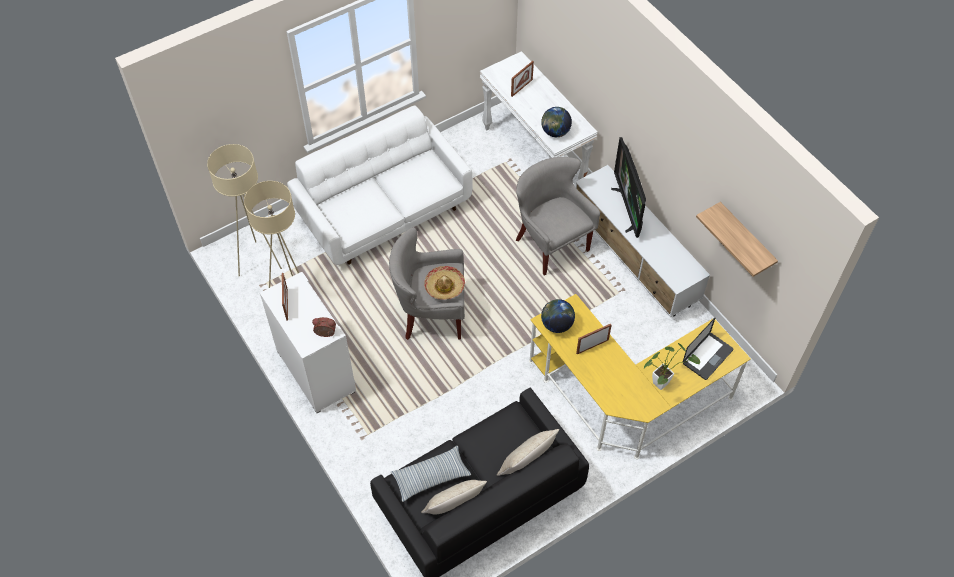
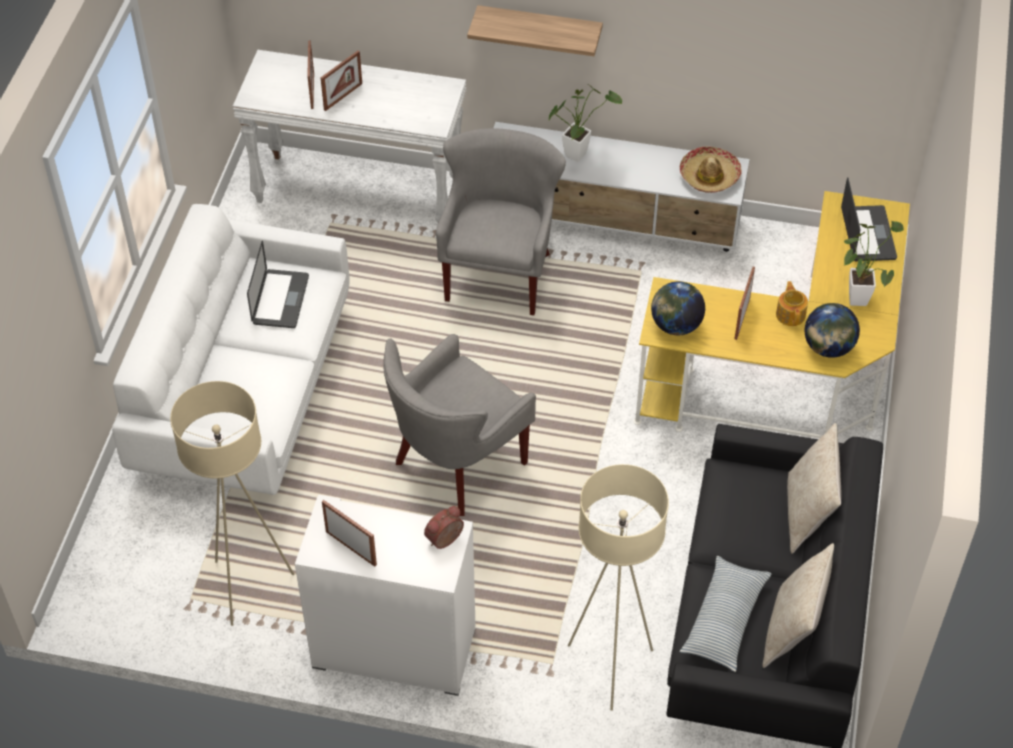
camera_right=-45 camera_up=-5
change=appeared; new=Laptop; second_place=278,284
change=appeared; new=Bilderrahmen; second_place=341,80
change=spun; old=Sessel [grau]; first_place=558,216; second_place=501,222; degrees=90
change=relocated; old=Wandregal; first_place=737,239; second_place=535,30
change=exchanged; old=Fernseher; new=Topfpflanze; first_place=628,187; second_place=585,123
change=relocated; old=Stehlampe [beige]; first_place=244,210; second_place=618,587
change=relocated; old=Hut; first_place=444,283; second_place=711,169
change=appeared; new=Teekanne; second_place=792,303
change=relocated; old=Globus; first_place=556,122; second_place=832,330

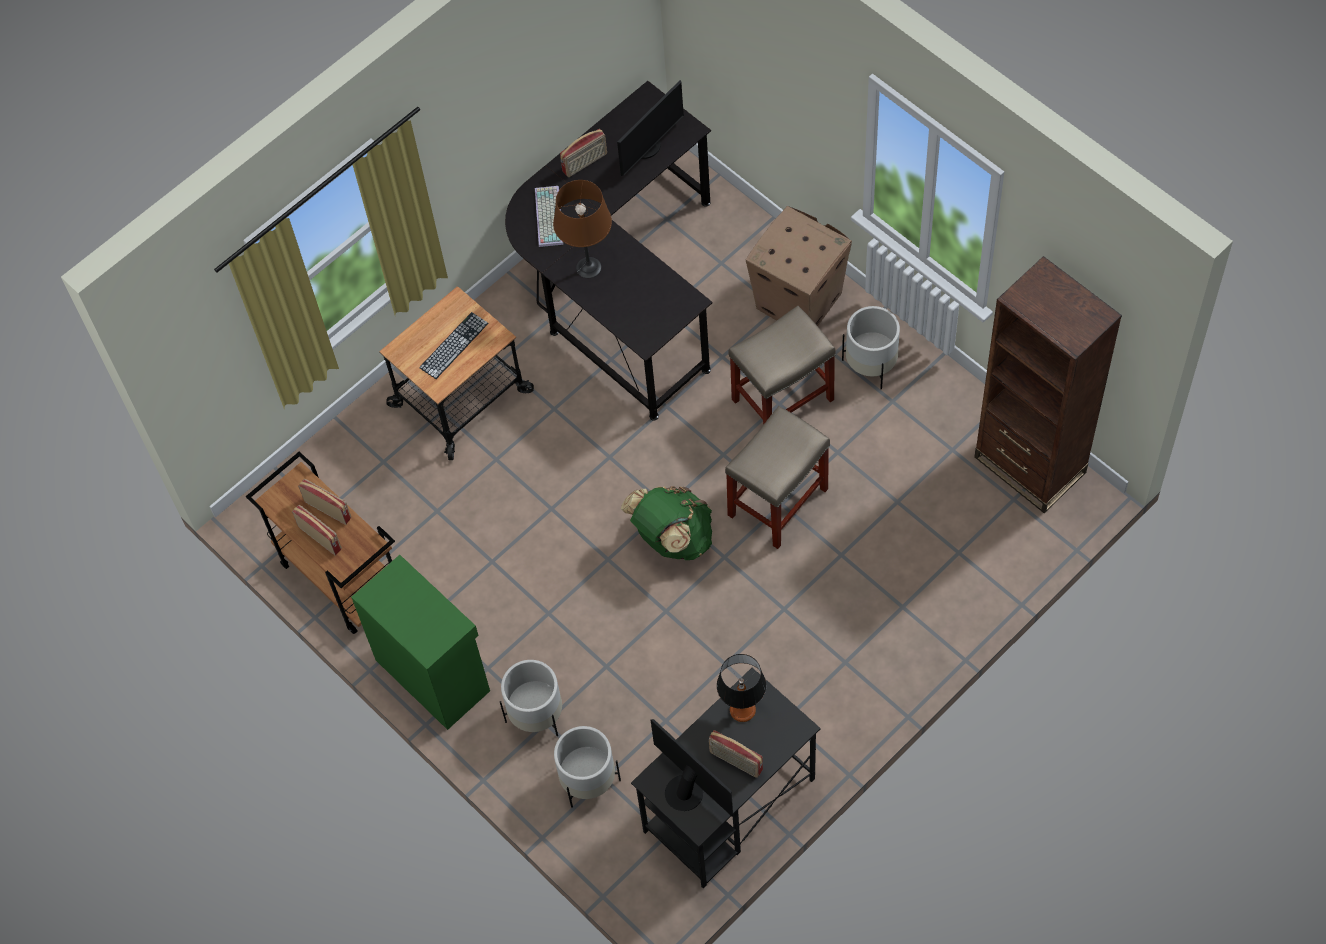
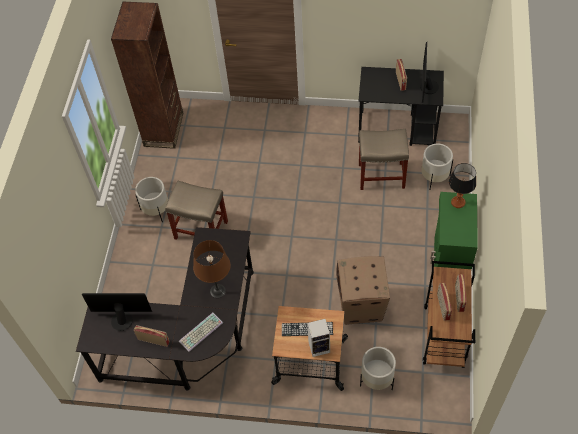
camera_right=-130 camera_up=-5
change=appeared; new=Lautsprecher; second_place=318,338
change=relocated; old=Karton; first_place=799,266; second_place=363,290
change=relocated; old=Hocker [beige]; first_place=777,477; second_place=384,159
change=relocated; old=Pflanzkübel [weiß]; first_place=531,698; second_place=378,368
change=relocated; old=Tischlampe; first_place=741,688; second_place=462,185
change=missing; old=Rucksack [grün]; first_place=666,523

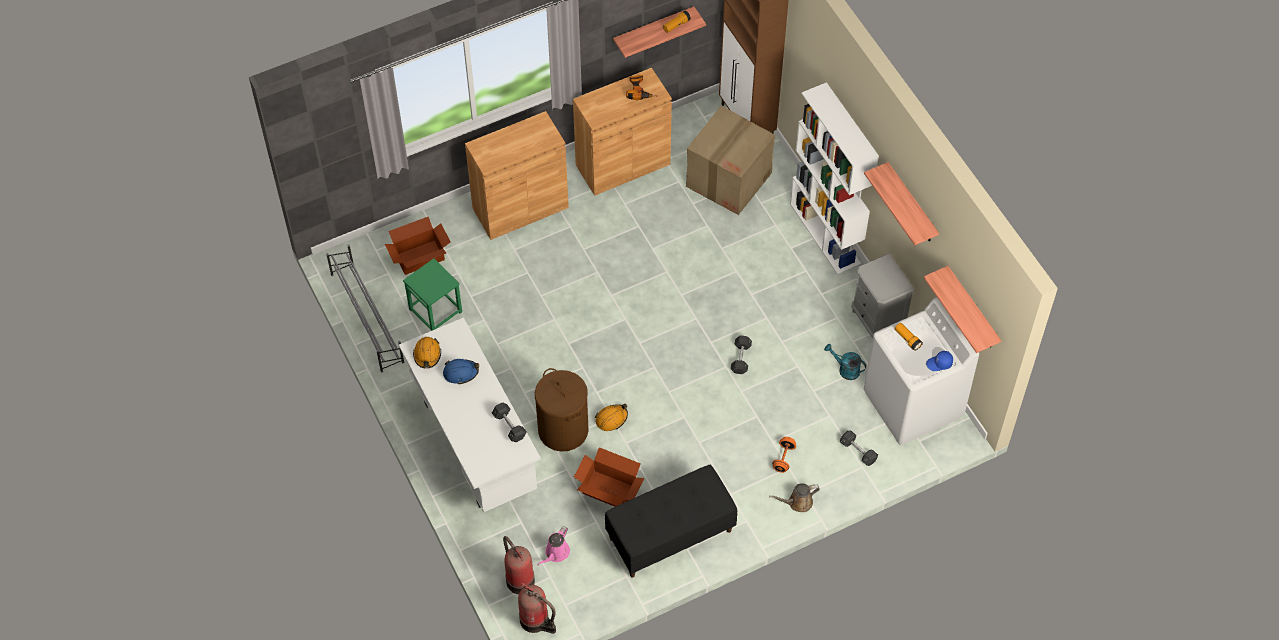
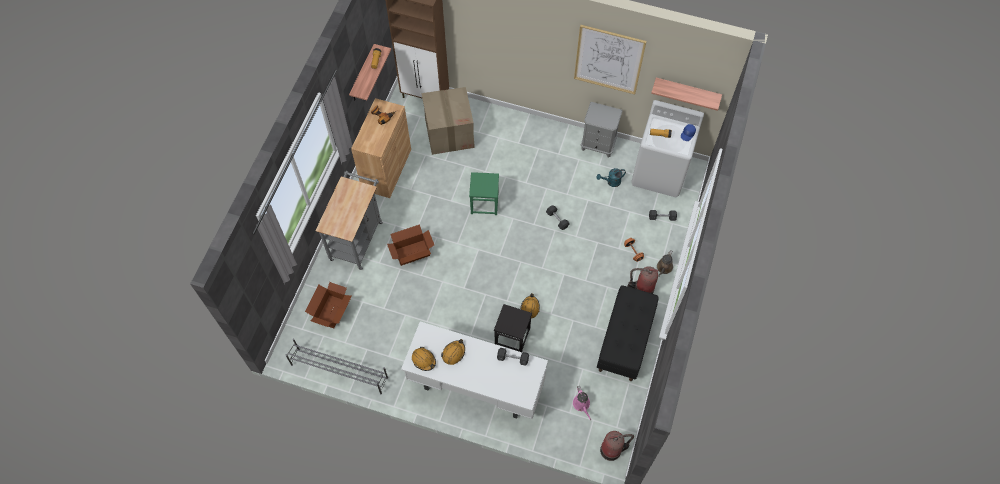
camera_right=-45 camera_up=5
change=exchanged; old=Schrank [braun]; new=Rollwagen [grau]; first_place=517,175; second_place=349,220
change=relocated; old=Karton; first_place=609,476; second_place=410,245
change=colour; old=Schutzhelm [blau]; new=Schutzhelm [orange]; first_place=461,372; second_place=453,352
change=relocated; old=Hocker [grün]; first_place=432,294; second_place=484,193
change=exchanged; old=Wäschekorb [braun]; new=Hocker [schwarz]; first_place=562,410; second_place=513,328
change=exchanged; old=Wandregal; new=Bild; first_place=901,203; second_place=610,59
change=relocated; old=Feuerlöscher; first_place=519,565; second_place=642,280
change=missing; old=Bücherregal [weiß]; first_place=834,178

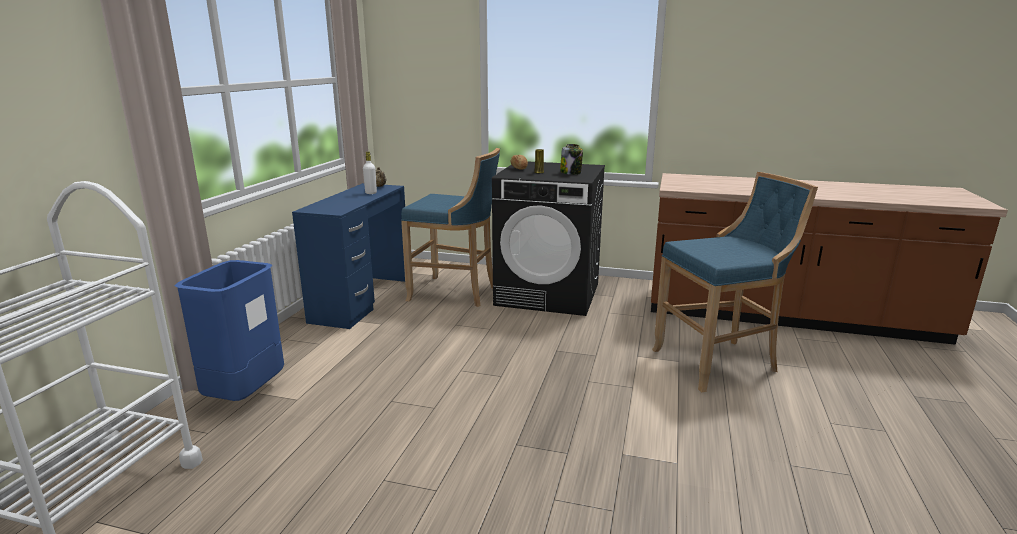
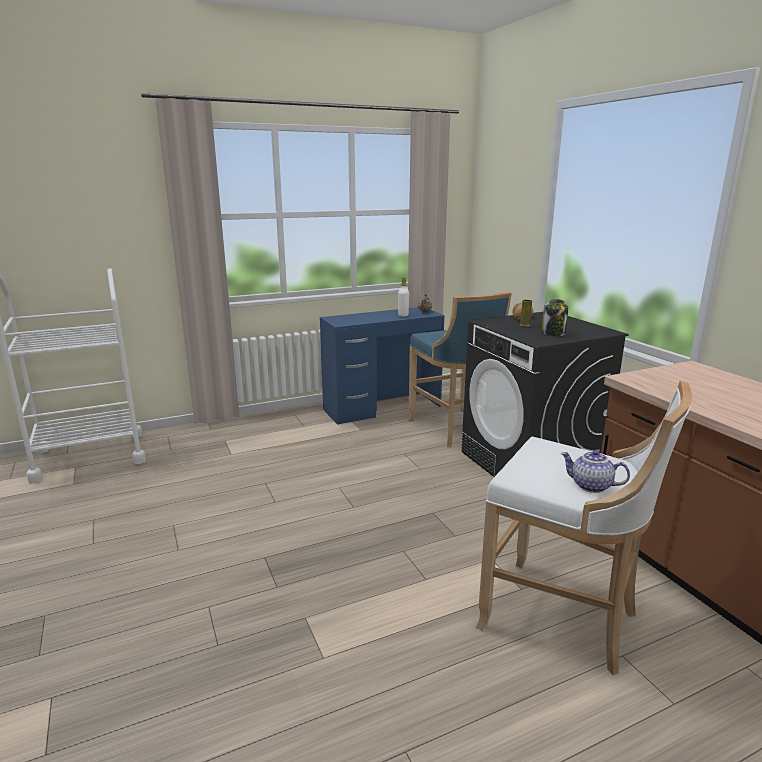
camera_right=50 camera_up=0
change=colour; old=Hocker [blau]; new=Hocker [weiß]; first_place=735,282; second_place=584,528
change=appeared; new=Teekanne; second_place=595,471
change=missing; old=Mülleimer [blau]; first_place=229,330

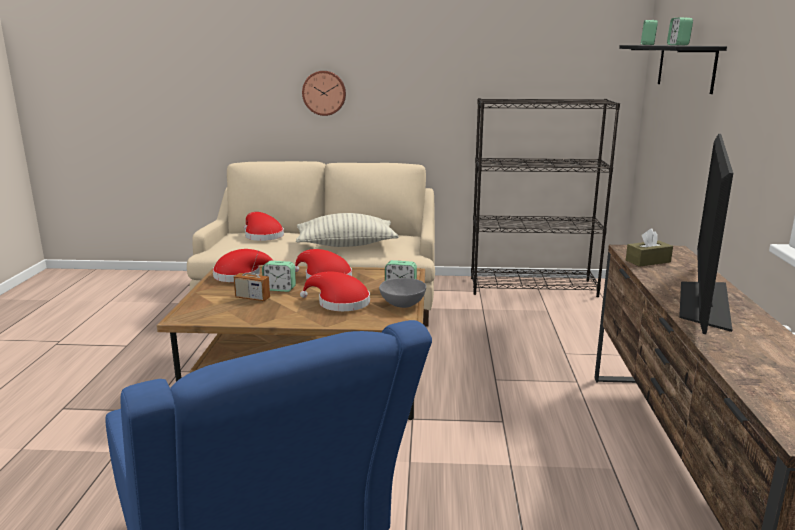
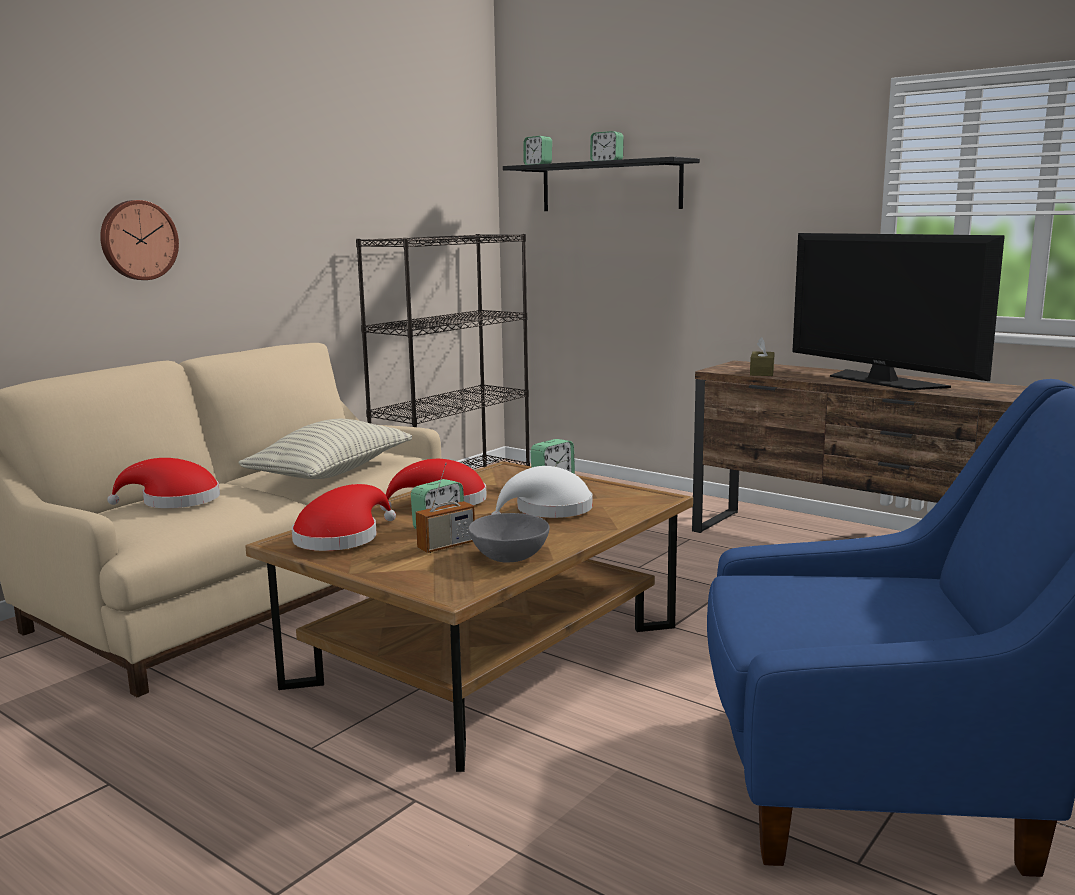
camera_right=-55 camera_up=-5
change=relocated; old=Schüssel [grau]; first_place=402,293; second_place=508,538
change=colour; old=Hut [rot]; new=Hut [weiß]; first_place=335,291; second_place=542,492

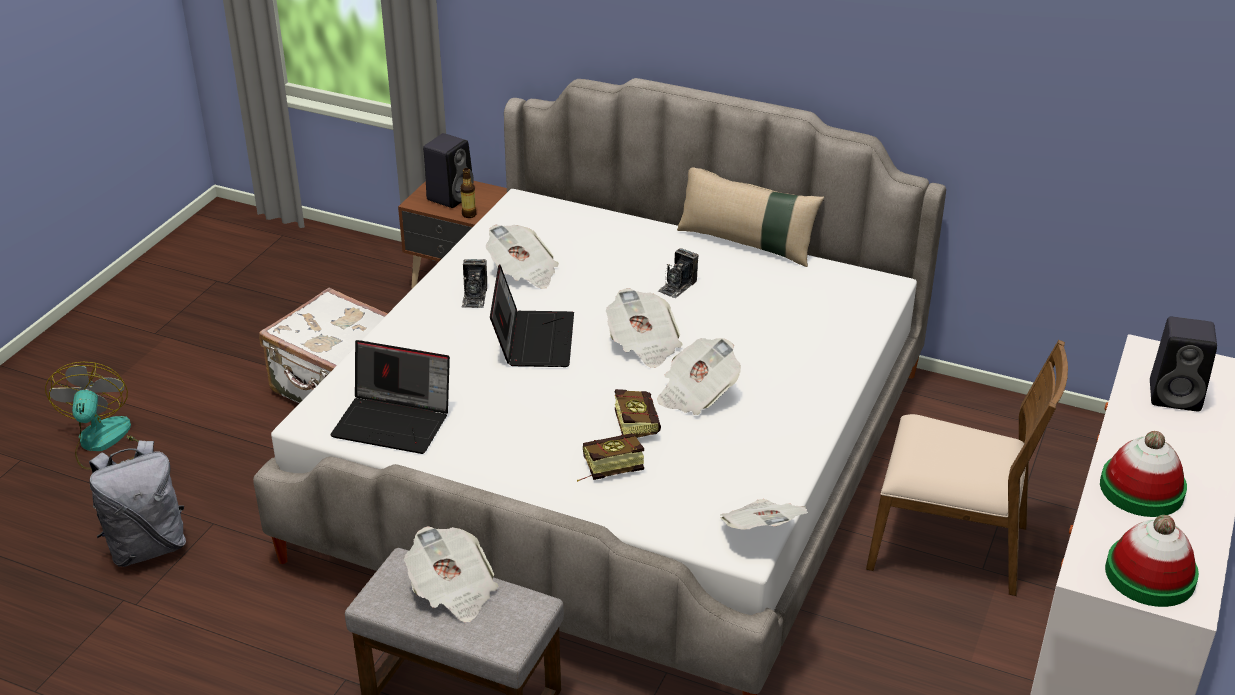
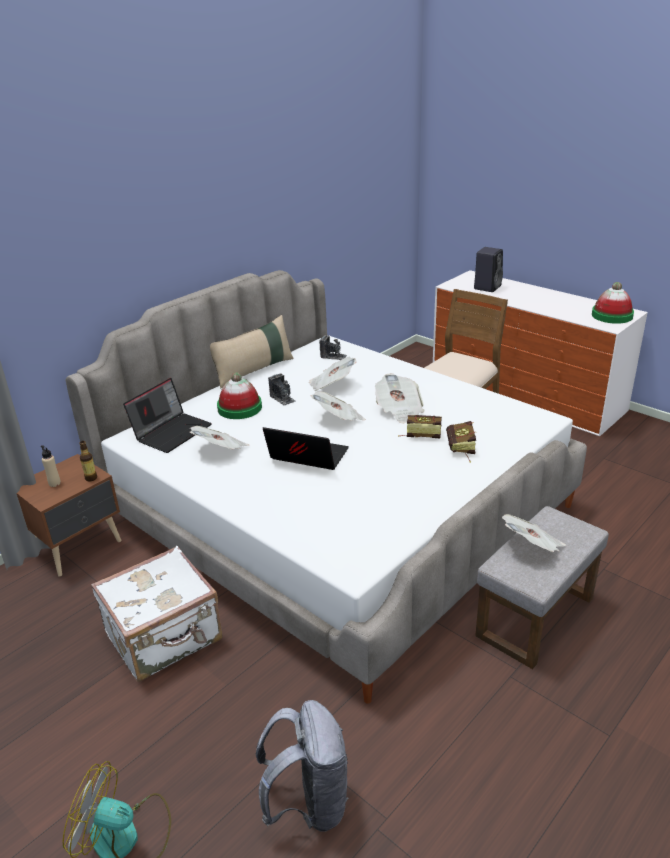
camera_right=-70 camera_up=-5
change=exchanged; old=Lautsprecher [schwarz]; new=Flasche [beige]; first_place=448,170; second_place=51,466
change=relocated; old=Laptop; first_place=390,397; second_place=167,415
change=relocated; old=Hut; first_place=1143,474; second_place=239,395
change=relocated; old=Zeitung; first_place=764,514; second_place=333,374
change=relocated; old=Kamera; first_place=474,283; second_place=333,347

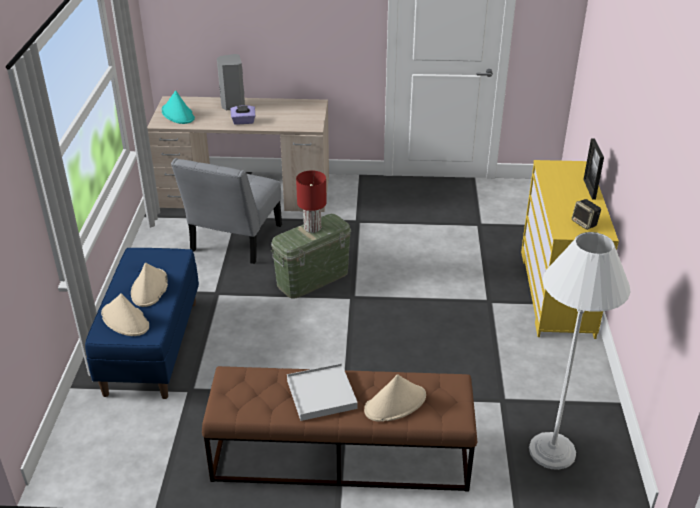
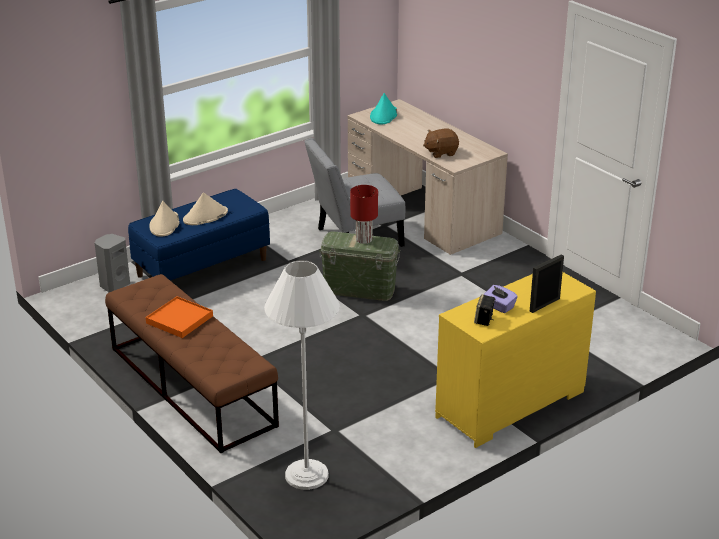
camera_right=50 camera_up=-5
change=relocated; old=Lautsprecher [grau]; first_place=231,82; second_place=112,263
change=colour; old=Tablett [weiß]; new=Tablett [orange]; first_place=322,392; second_place=179,317
change=appeared; new=Plüschtier [braun]; second_place=441,143
change=relocated; old=Taschentuchbox [lila]; first_place=242,115; second_place=501,299
change=missing; old=Hut [beige]; first_place=395,398

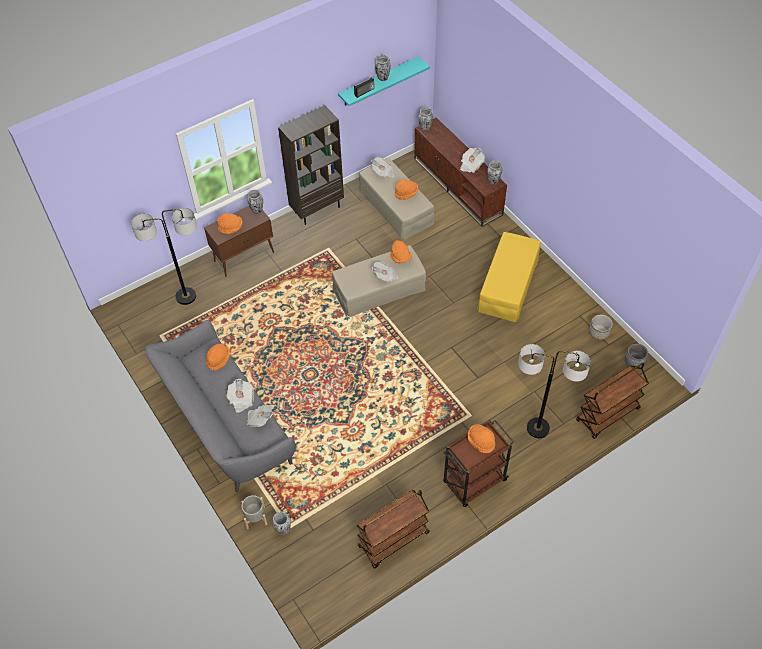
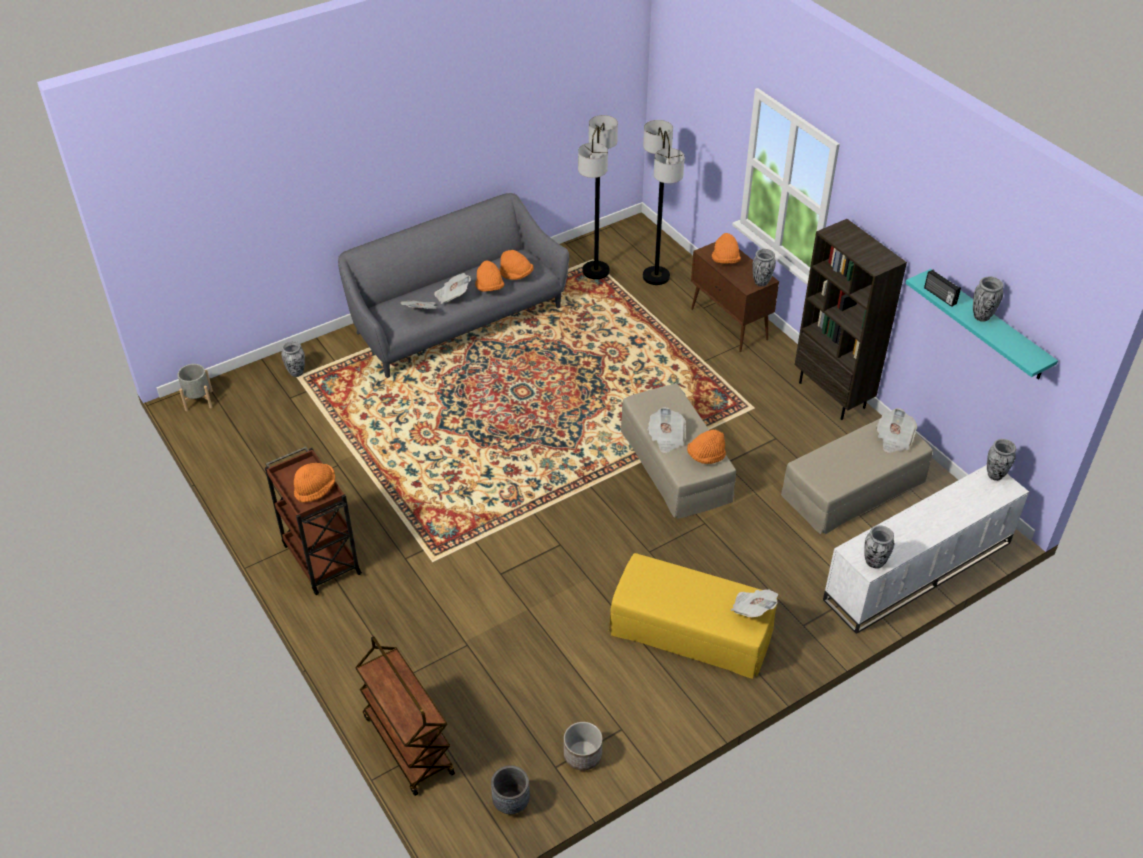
camera_right=90 camera_up=-10
change=relocated; old=Pflanzkübel [grau]; first_place=255,512; second_place=195,387
change=relocated; old=Hut [orange]; first_place=406,190; second_place=489,276
change=relocated; old=Stehlampe; first_place=554,391; second_place=598,197
change=relocated; old=Zeitung; first_place=472,160; second_place=755,603
change=colour; old=Fernsehschrank [braun]; new=Fernsehschrank [weiß]; first_place=460,172; second_place=926,549
change=missing; old=Rollwagen [braun]; first_place=393,529

